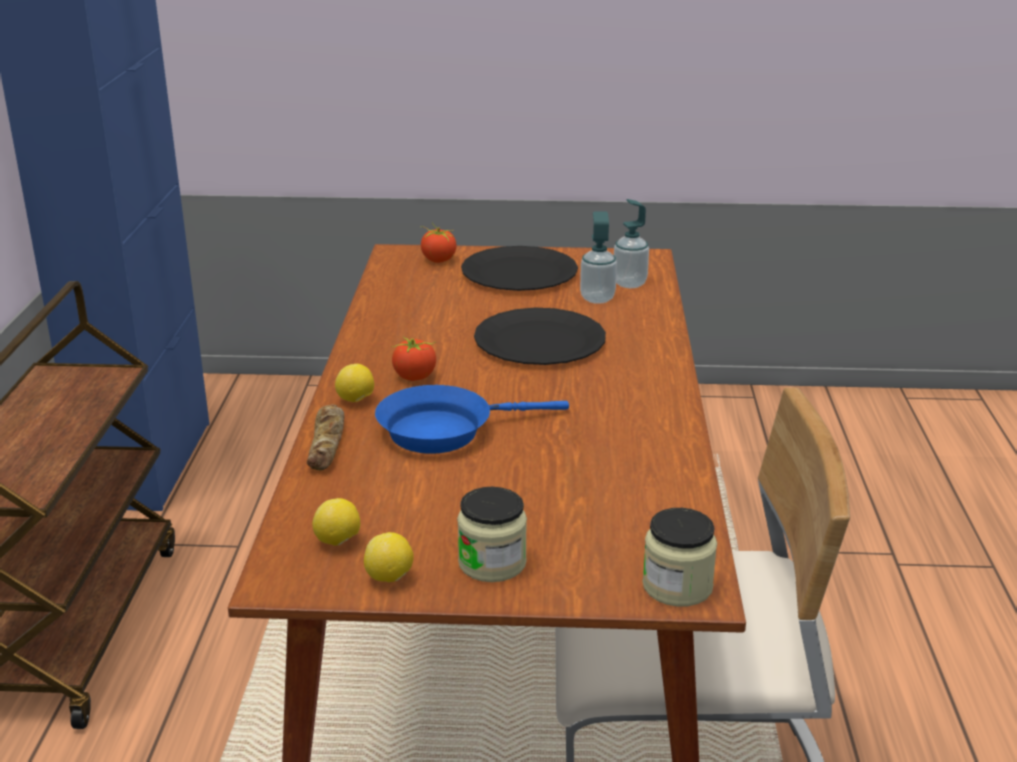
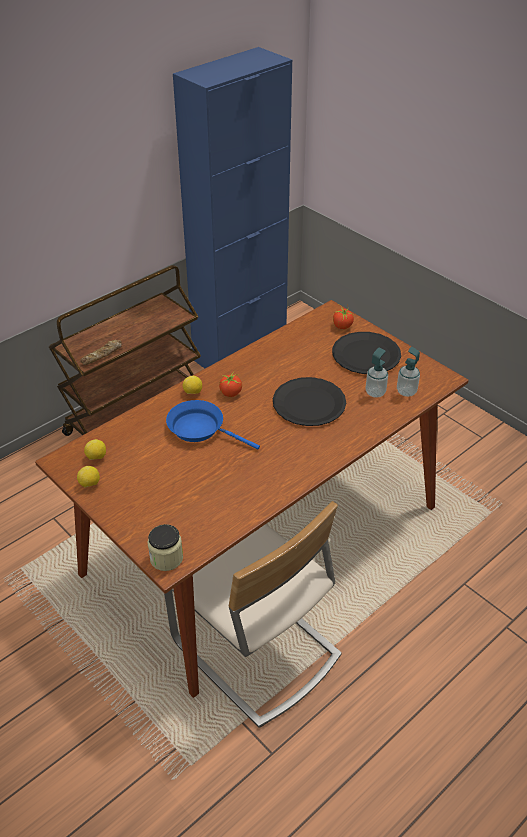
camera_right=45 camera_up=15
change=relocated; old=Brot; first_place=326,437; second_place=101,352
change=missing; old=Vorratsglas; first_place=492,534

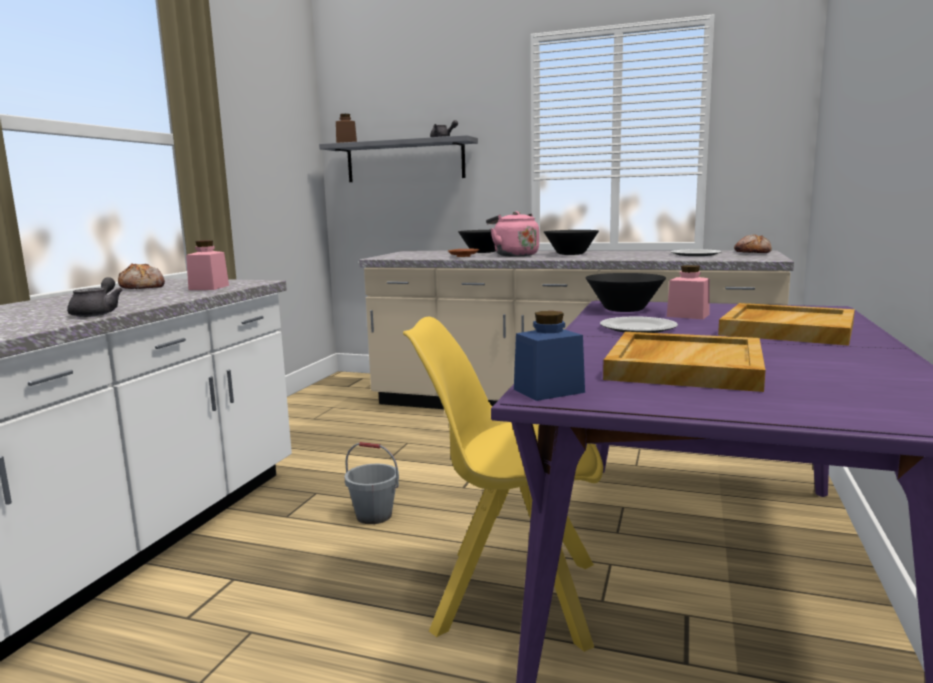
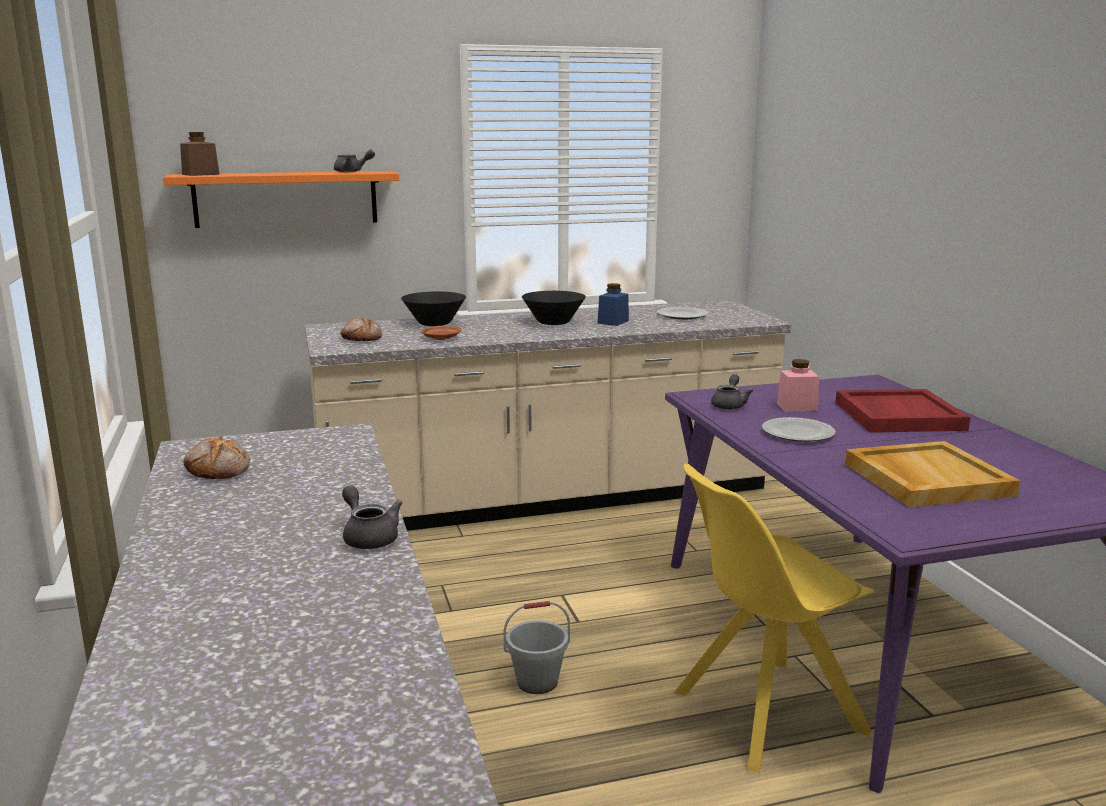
camera_right=-35 camera_up=5
change=colour; old=Wandregal [grau]; new=Wandregal [orange]; first_place=398,158; second_place=281,199
change=relocated; old=Brot; first_place=753,243; second_place=361,329
change=relocated; old=Vorratsglas [blau]; first_place=549,356; second_place=613,304
change=exchanged; old=Schüssel [schwarz]; new=Teekanne [grau]; first_place=625,292; second_place=732,392
change=colour; old=Tablett [beige]; new=Tablett [rot]; first_place=786,324; second_place=902,411
change=missing; old=Vorratsglas [rosa]; first_place=207,265
change=missing; old=Wasserkessel [rosa]; first_place=512,234

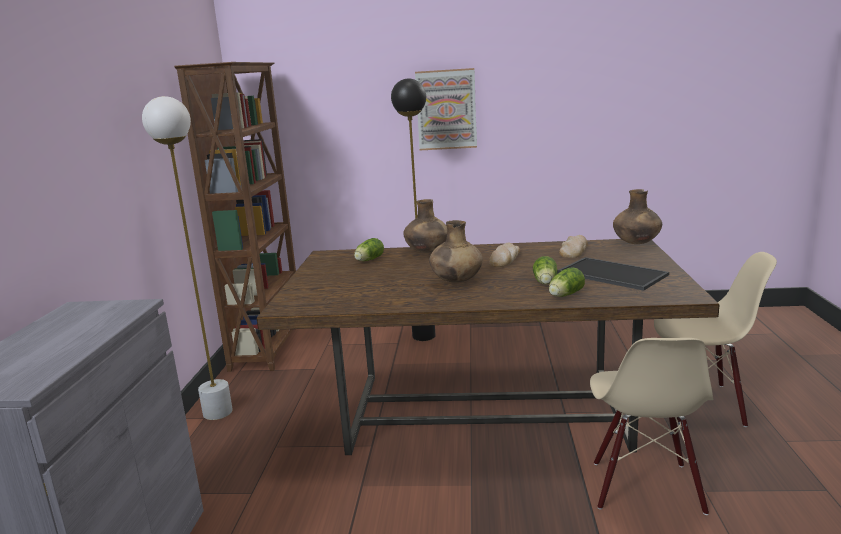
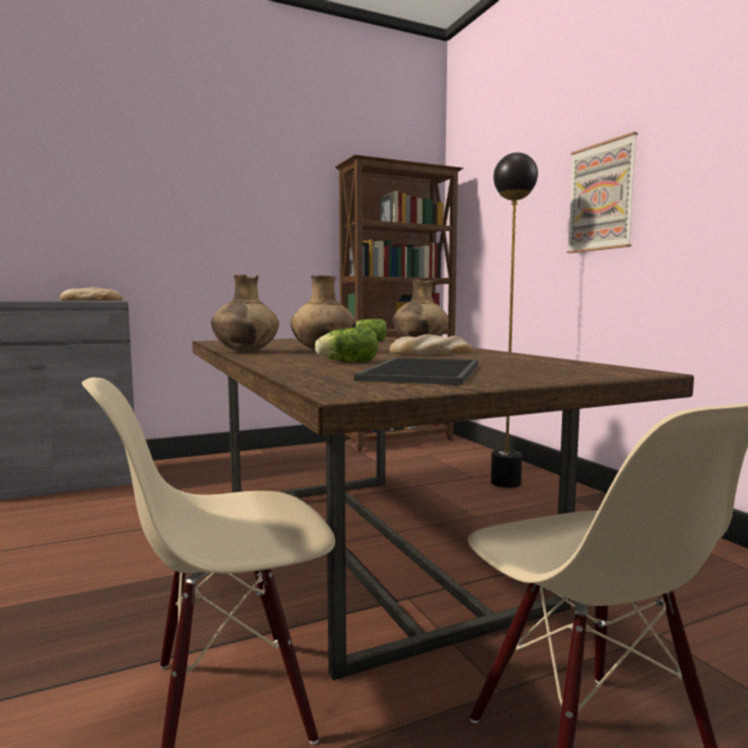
camera_right=60 camera_up=-10
change=relocated; old=Brot; first_place=573,246; second_place=91,294
change=relocated; old=Vase [braun]; first_place=637,216; second_place=245,313
change=missing; old=Stehlampe [weiß]; first_place=187,258
change=missing; old=Salatkopf; first_place=567,282

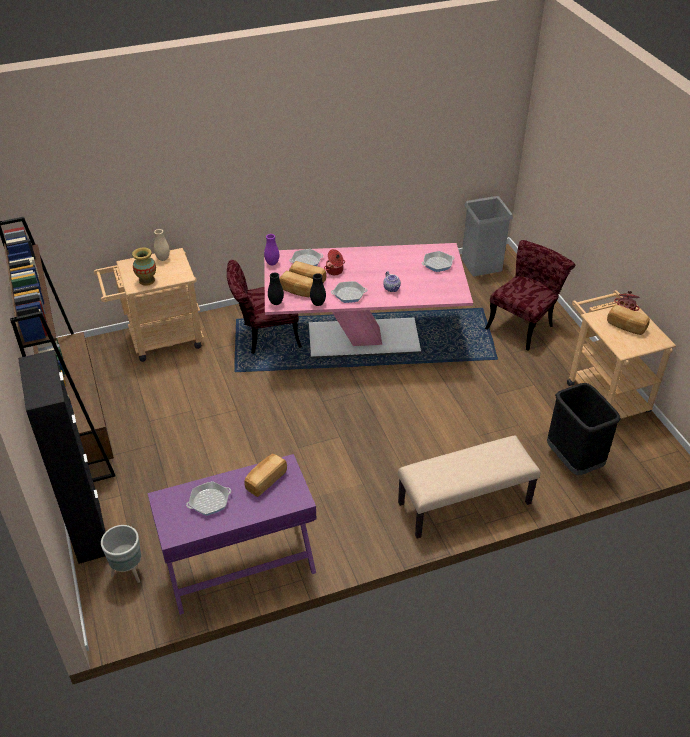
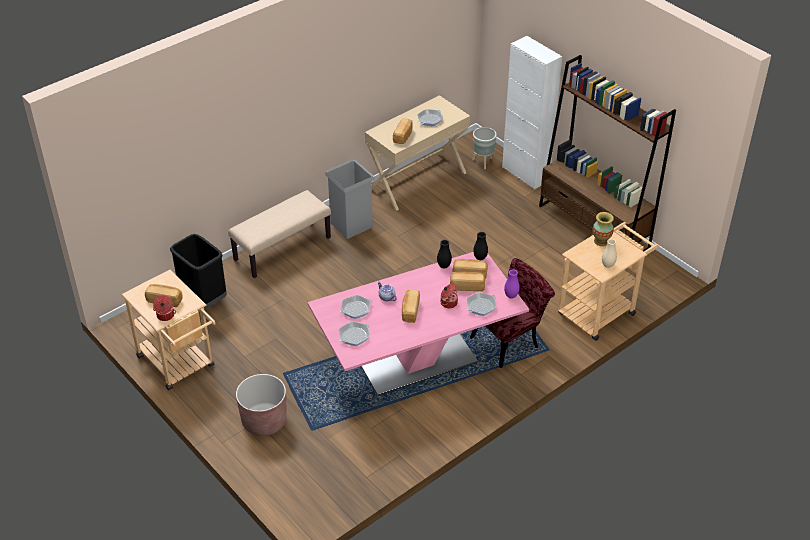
camera_right=160 camera_up=0
change=exchanged; old=Stuhl [rot]; new=Pflanzkübel [braun]; first_place=530,295; second_place=261,405
change=relocated; old=Mülleimer [grau]; first_place=487,236; second_place=349,199
change=relocated; old=Pfanne; first_place=349,292; second_place=355,307
change=colour; old=Konsolentisch [lila]; new=Konsolentisch [beige]; first_place=232,534; second_place=417,153
change=appeared; new=Brot; second_place=411,306
change=colour; old=Schrank [schwarz]; new=Schrank [weiß]; first_place=61,457; second_place=532,112

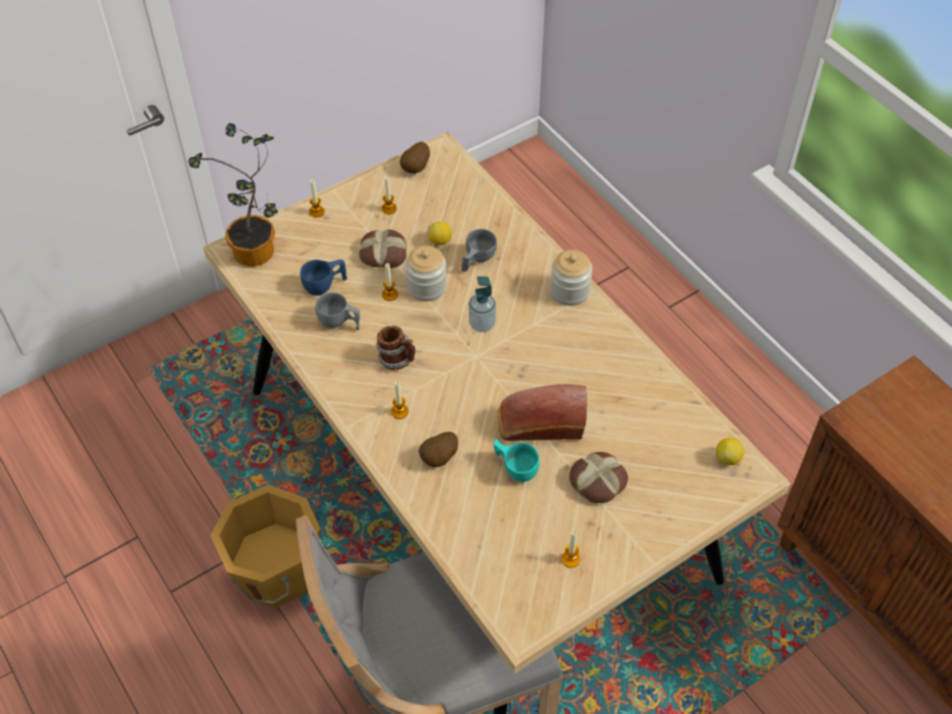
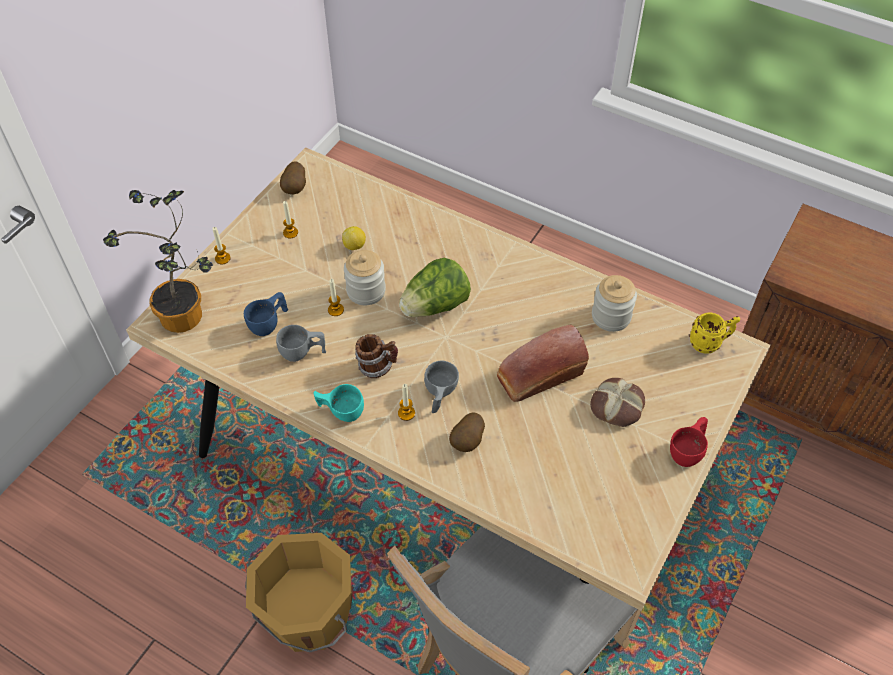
camera_right=-25 camera_up=0
change=relocated; old=Tasse [türkis]; first_place=516,460; second_place=338,403
change=exchanged; old=Seifenspender; new=Salatkopf; first_place=482,304; second_place=435,287
change=relocated; old=Tasse [grau]; first_place=479,250; second_place=441,386
change=relocated; old=Vorratsglas; first_place=571,278; second_place=614,303
change=appeared; new=Tasse [rot]; second_place=689,442
change=exchanged; old=Zitrone; new=Henkelbecher [gelb]; first_place=730,451; second_place=714,333
change=missing; old=Brot; first_place=383,248
change=missing; old=Kerze; first_place=571,549

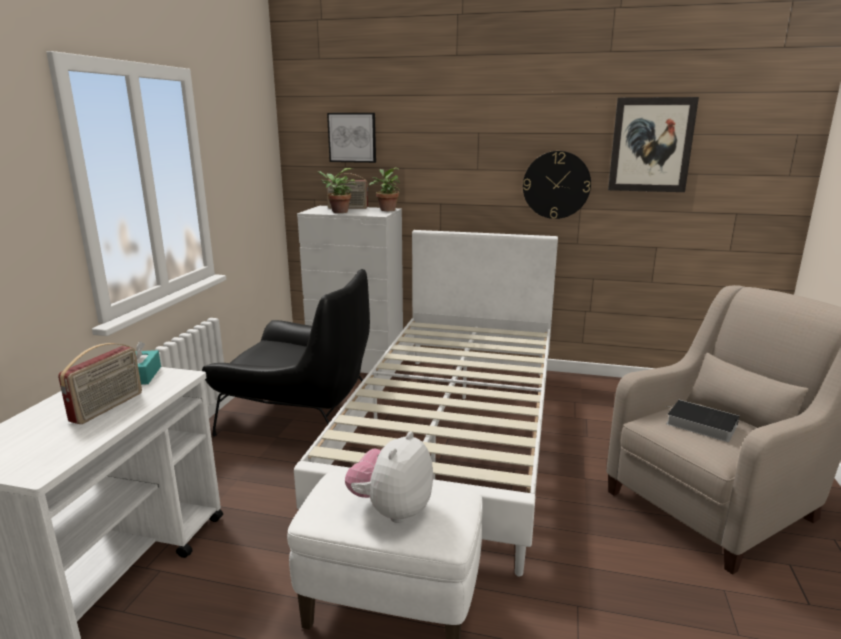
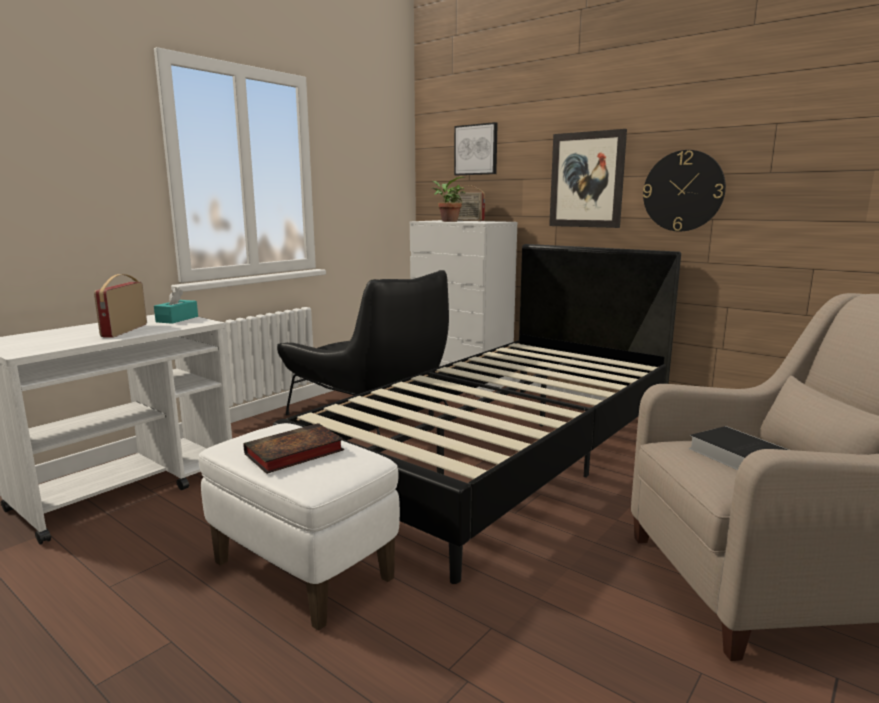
camera_right=25 camera_up=-5
change=spun; old=Radio; first_place=100,383; second_place=120,305; degrees=135
change=exchanged; old=Plüschtier; new=Buch; first_place=389,477; second_place=294,448
change=colour; old=Bett [weiß]; new=Bett [schwarz]; first_place=426,403; second_place=477,414
change=relocated; old=Bild; first_place=653,144; second_place=588,178
change=missing; old=Topfpflanze; first_place=384,189

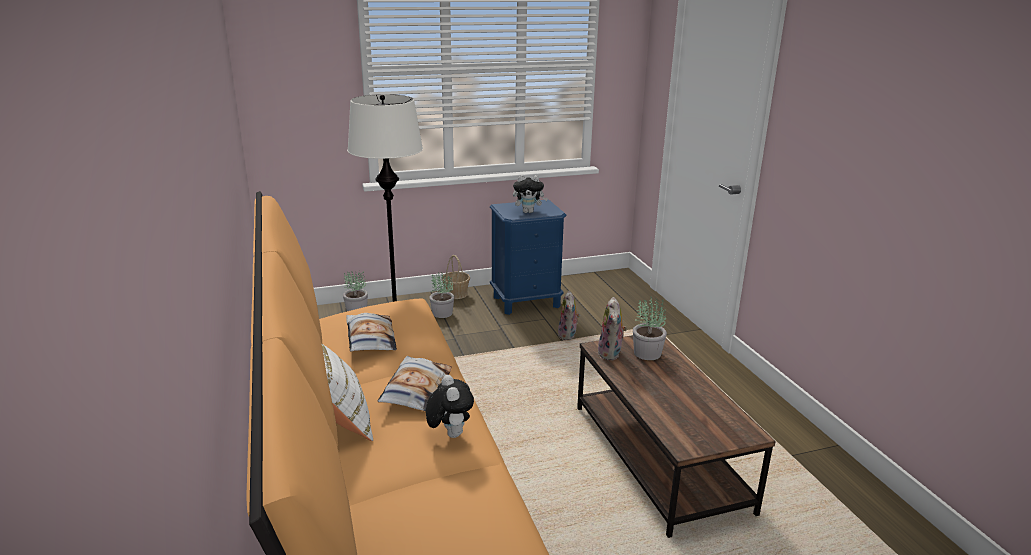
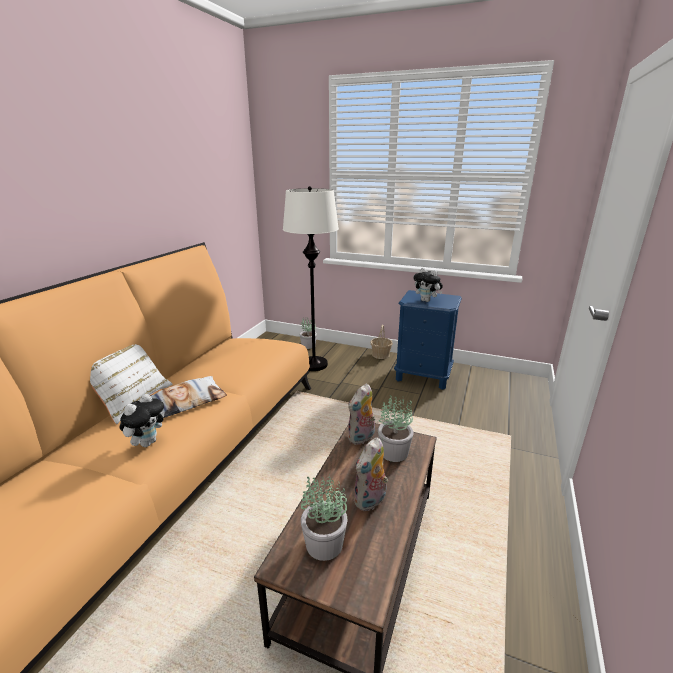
camera_right=40 camera_up=0
change=relocated; old=Topfpflanze; first_place=442,295; second_place=324,517
change=relocated; old=Plüschtier; first_place=569,315; second_place=371,474
change=missing; old=Kissen; first_place=371,332

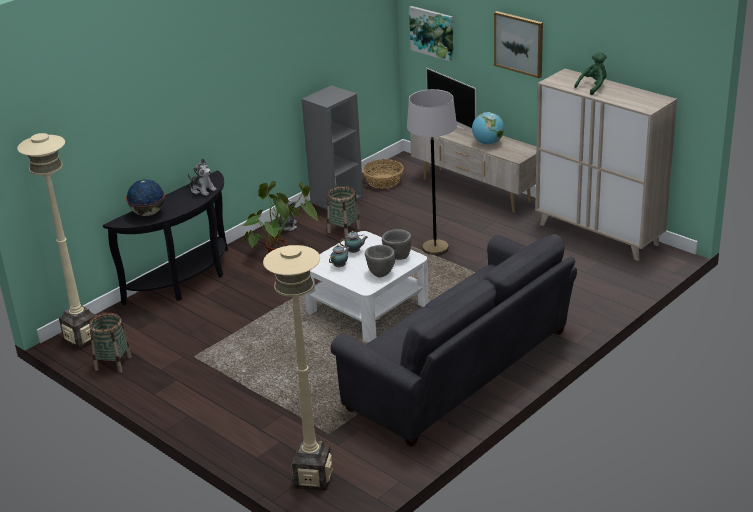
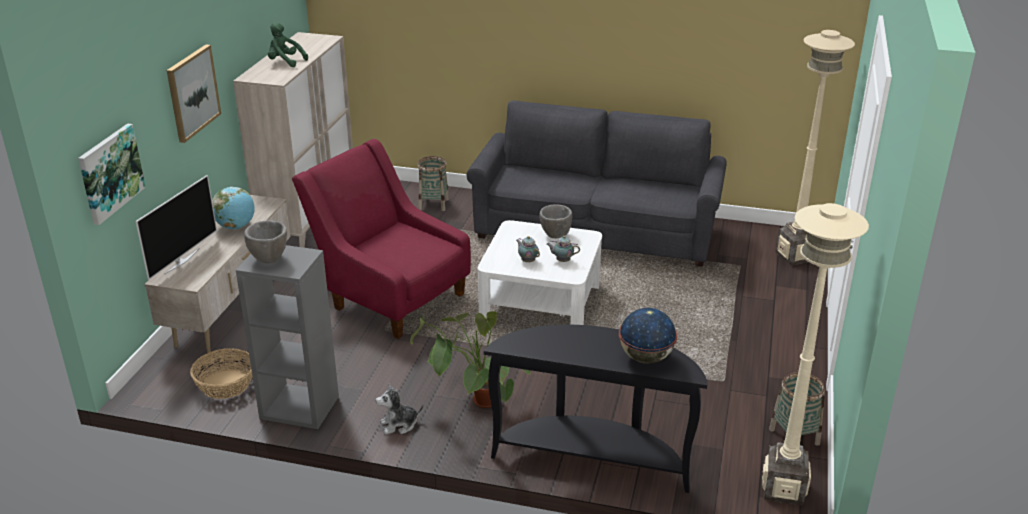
camera_right=-120 camera_up=0
change=relocated; old=Schüssel [grau]; first_place=397,244; second_place=265,241
change=exchanged; old=Stehlampe [grau]; new=Sessel [rot]; first_place=432,172; second_place=381,239
change=relocated; old=Korb; first_place=344,212; second_place=433,183
change=missing; old=Plüschtier; first_place=202,177

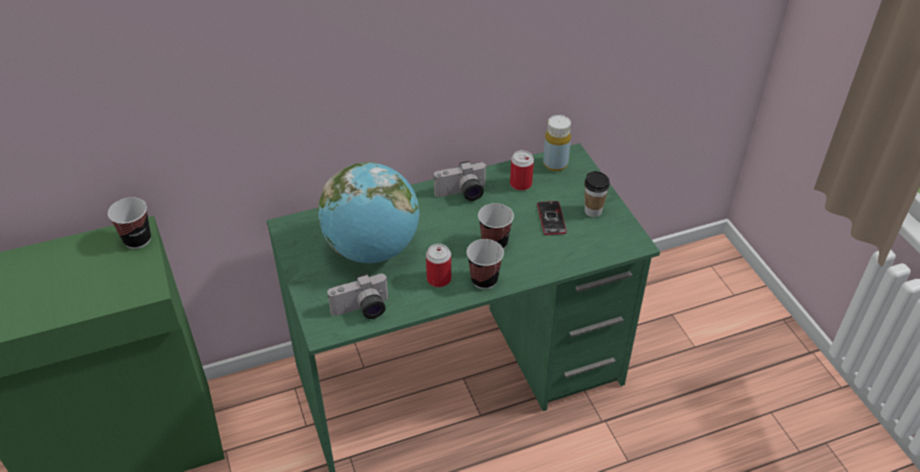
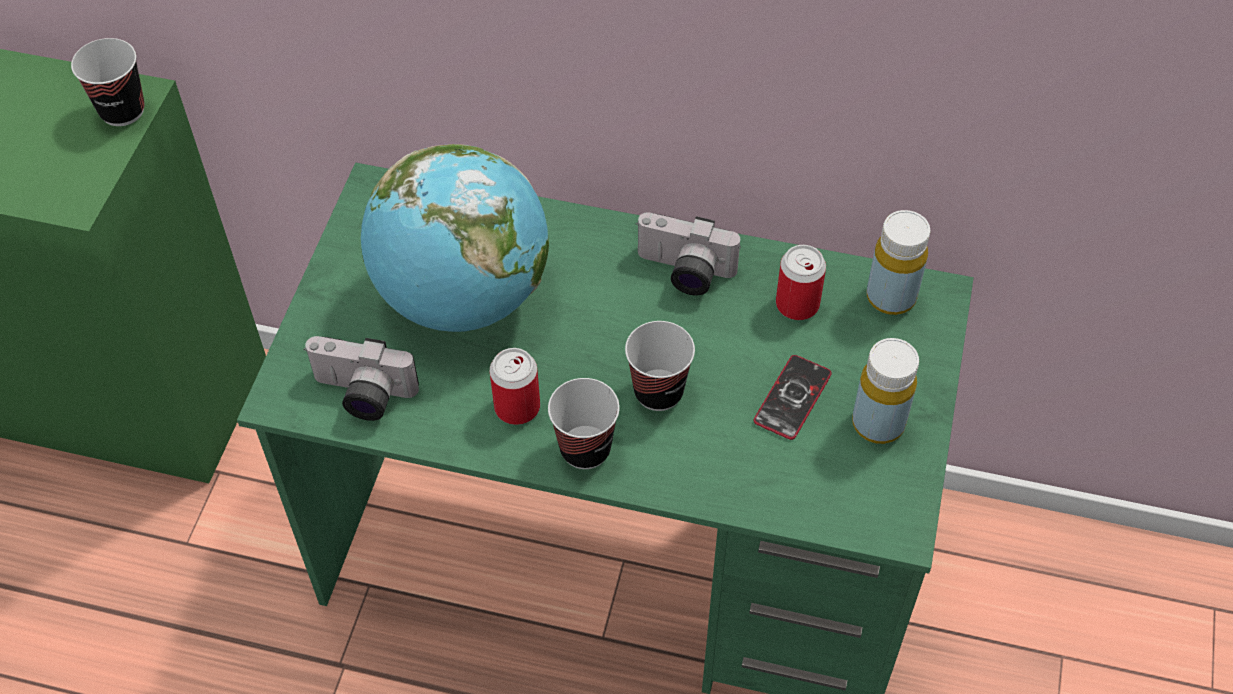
camera_right=35 camera_up=10
change=exchanged; old=Tasse; new=Flasche [gelb]; first_place=597,194; second_place=885,391

